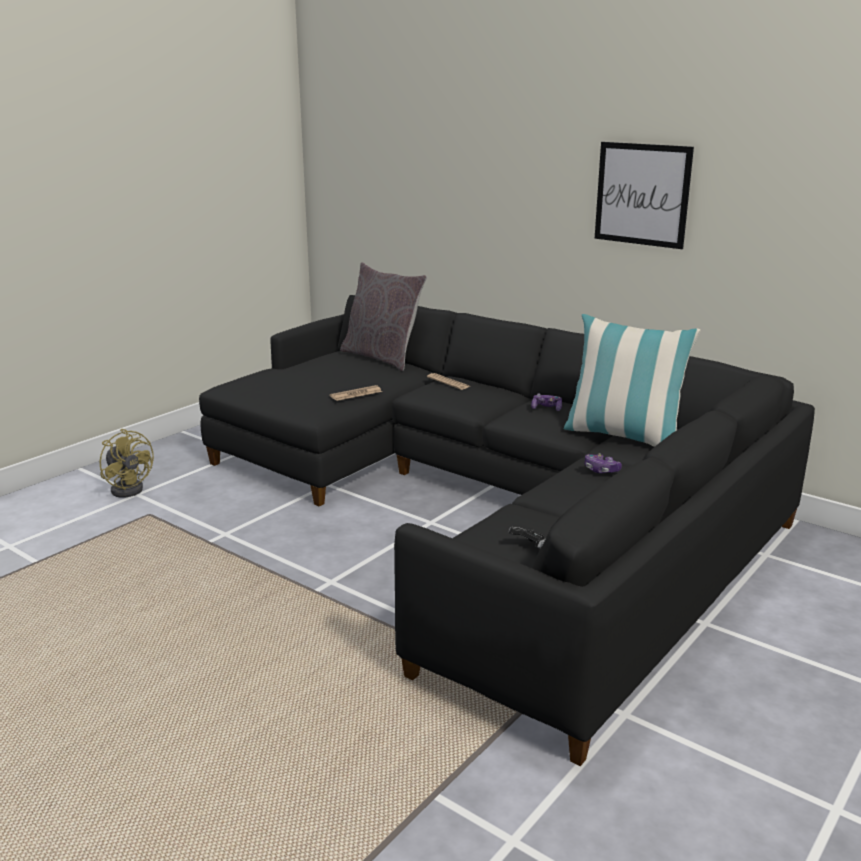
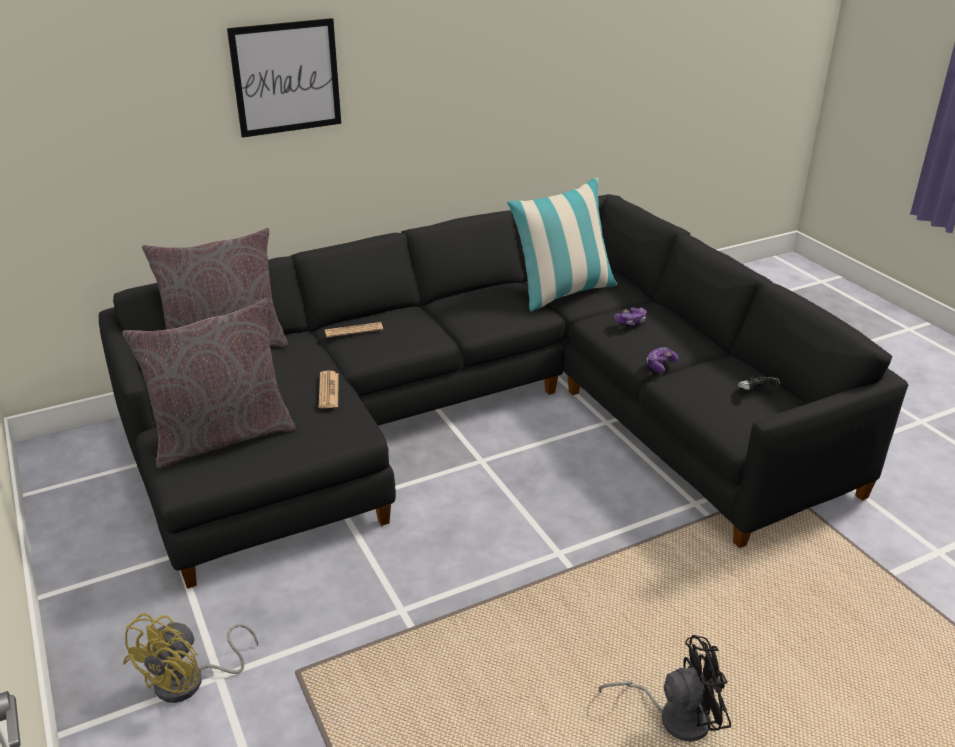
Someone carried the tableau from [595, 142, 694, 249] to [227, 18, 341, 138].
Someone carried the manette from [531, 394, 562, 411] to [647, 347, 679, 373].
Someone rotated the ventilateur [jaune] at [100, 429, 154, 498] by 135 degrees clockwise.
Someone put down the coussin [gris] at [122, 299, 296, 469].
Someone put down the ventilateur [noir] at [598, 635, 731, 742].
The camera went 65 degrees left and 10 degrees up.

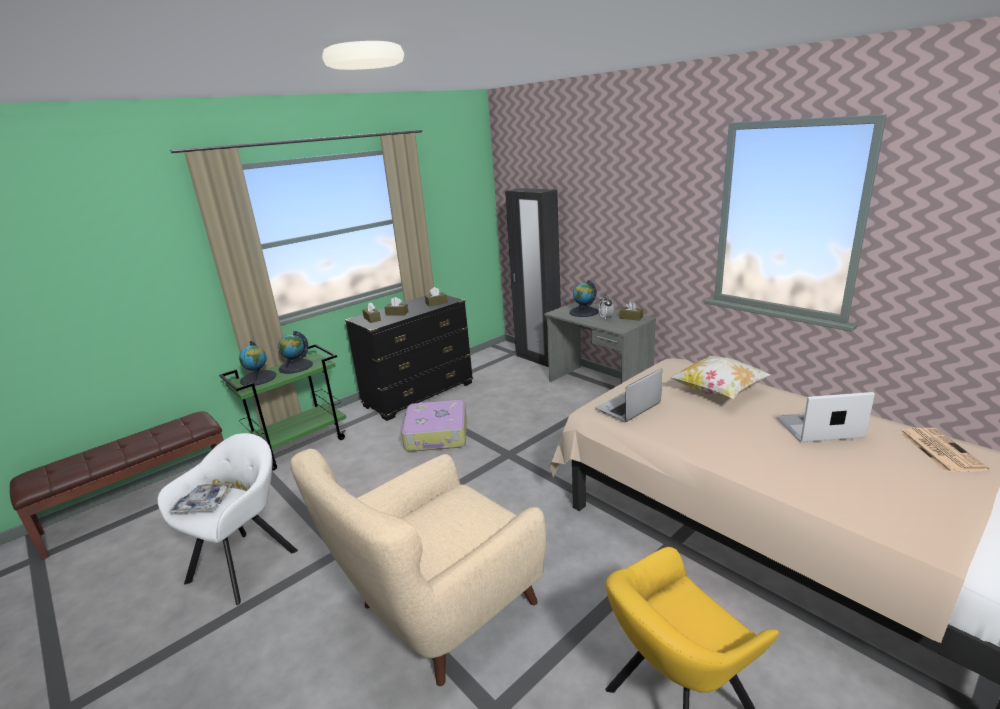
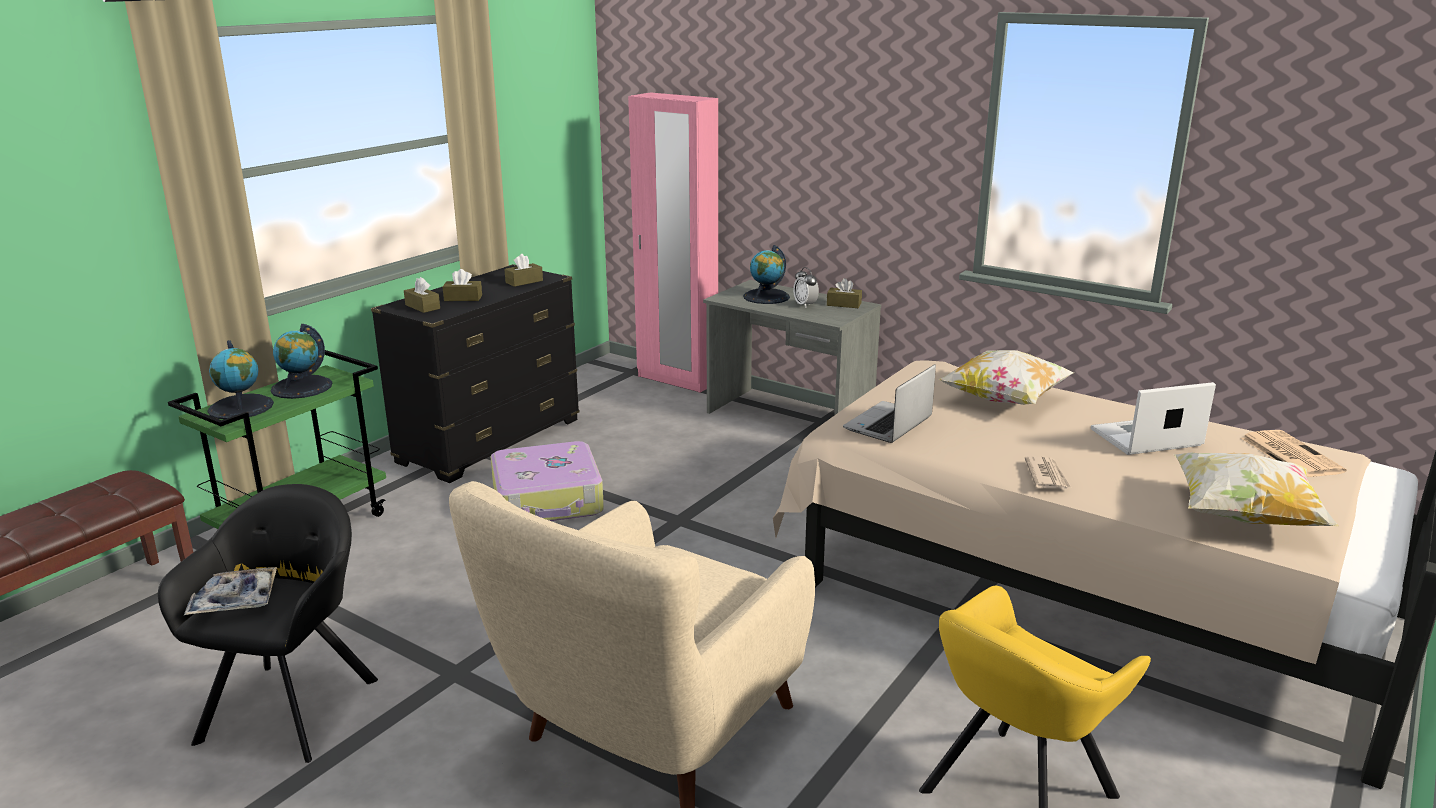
Someone repainted the armoire [noir] at [505, 188, 561, 367], which became the armoire [rose] at [628, 92, 718, 393].
Someone repainted the fauteuil [blanc] at [157, 433, 298, 605], which became the fauteuil [noir] at [158, 484, 378, 763].
Someone put down the coussin at [1174, 453, 1339, 526].
Someone put down the journal at [1025, 456, 1072, 489].
The camera went 15 degrees left and 0 degrees up.

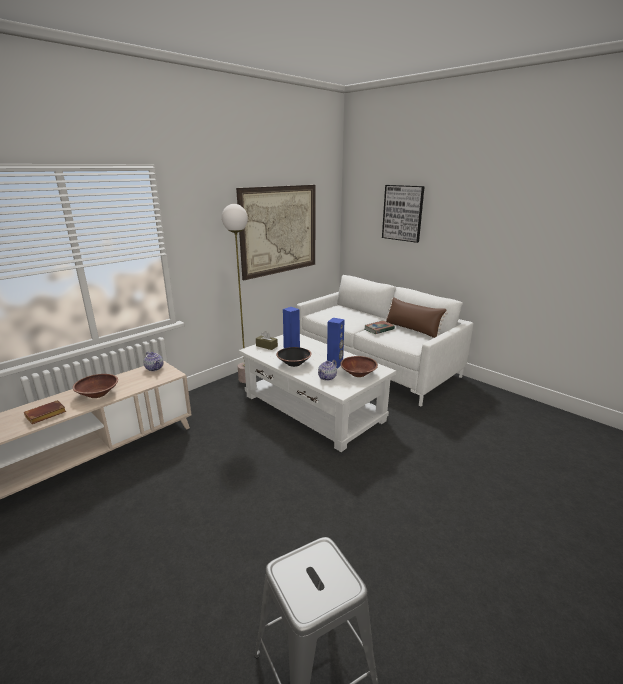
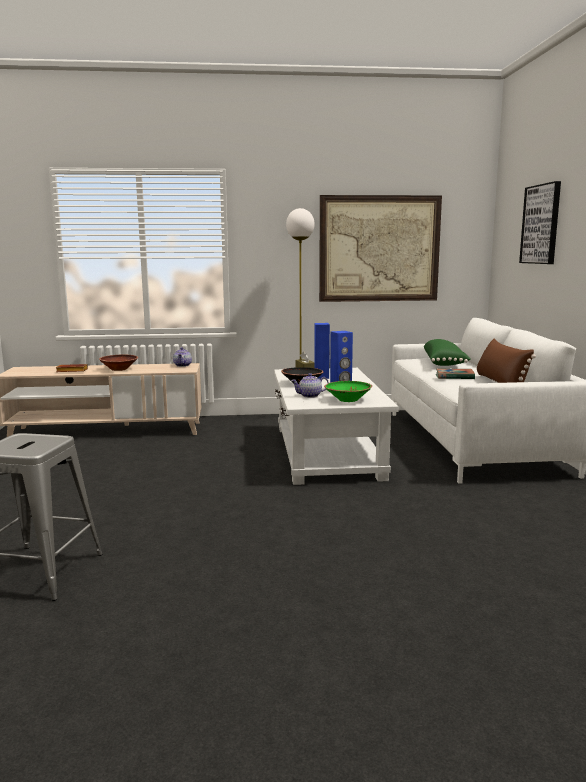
Someone repainted the bol [marron] at [340, 356, 378, 377], which became the bol [vert] at [324, 381, 372, 402].
Someone put down the coussin [vert] at [424, 339, 471, 366].
The camera went 40 degrees right and 10 degrees down.

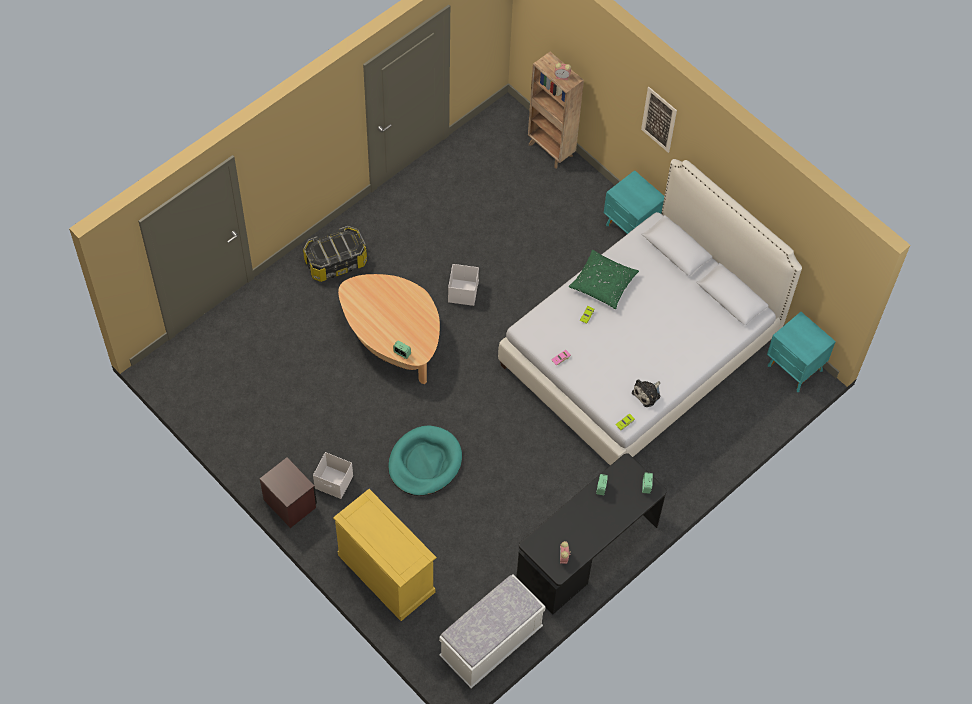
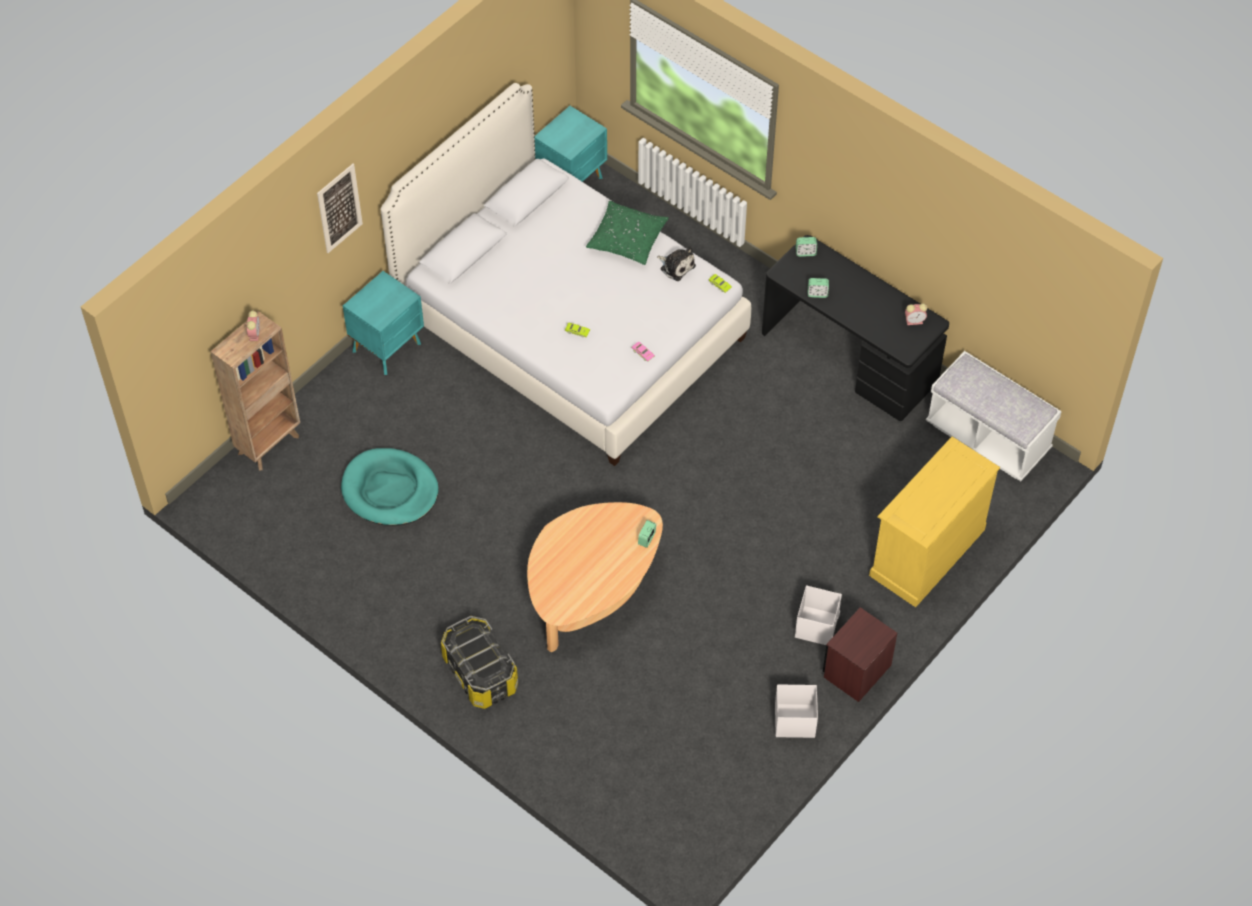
Someone carried the coussin [vert] from [569, 250, 639, 309] to [586, 201, 669, 265].
Someone carried the boîte de rangement [blanc] from [448, 264, 479, 306] to [775, 684, 818, 738].
Someone carried the panier pour chien [turquoise] from [388, 425, 462, 496] to [341, 448, 439, 526].
The camera went 95 degrees left and 5 degrees down.

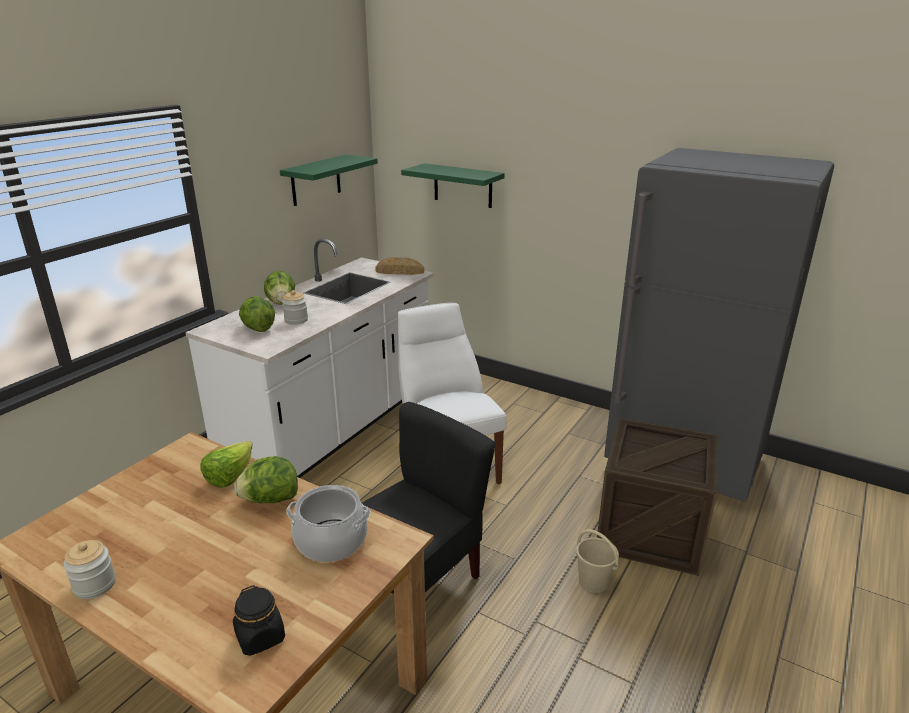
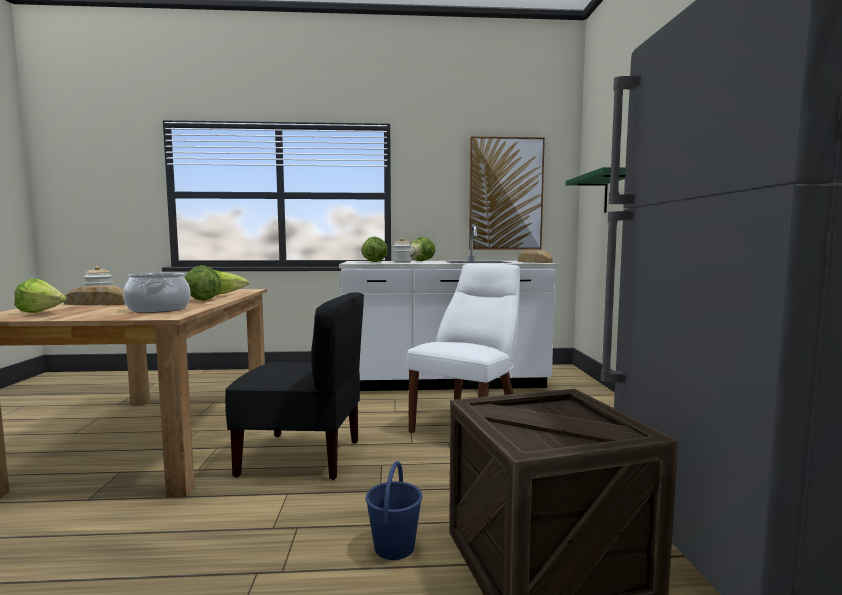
Someone swapped the étagère [vert] at [280, 155, 378, 206] for the tableau at [469, 136, 545, 249].
Someone repainted the seau [beige] at [576, 529, 619, 593], which became the seau [bleu] at [366, 461, 423, 560].
Someone swapped the bocal [noir] at [233, 585, 285, 656] for the laitue at [14, 278, 67, 313].
Someone put down the pain at [64, 286, 126, 305].
The camera went 55 degrees right and 20 degrees down.

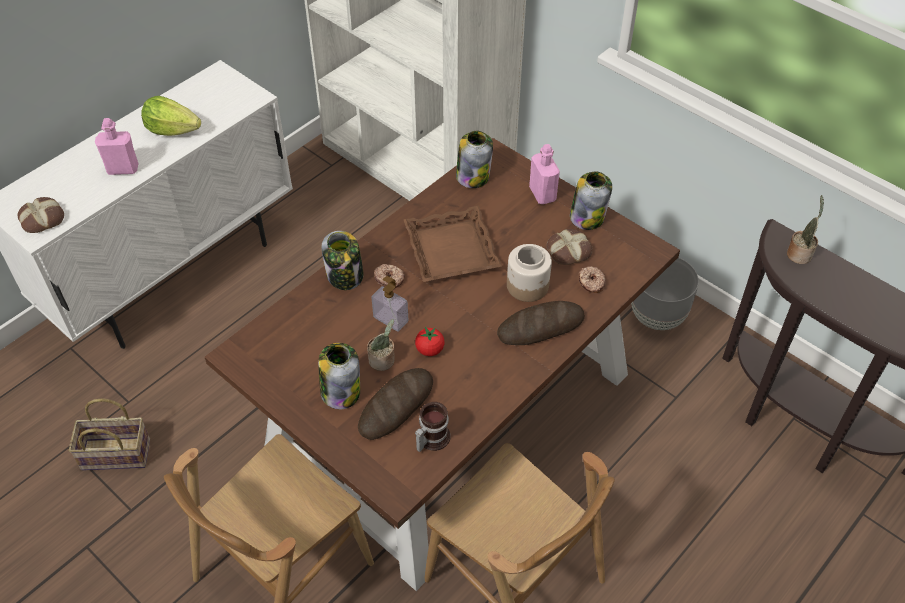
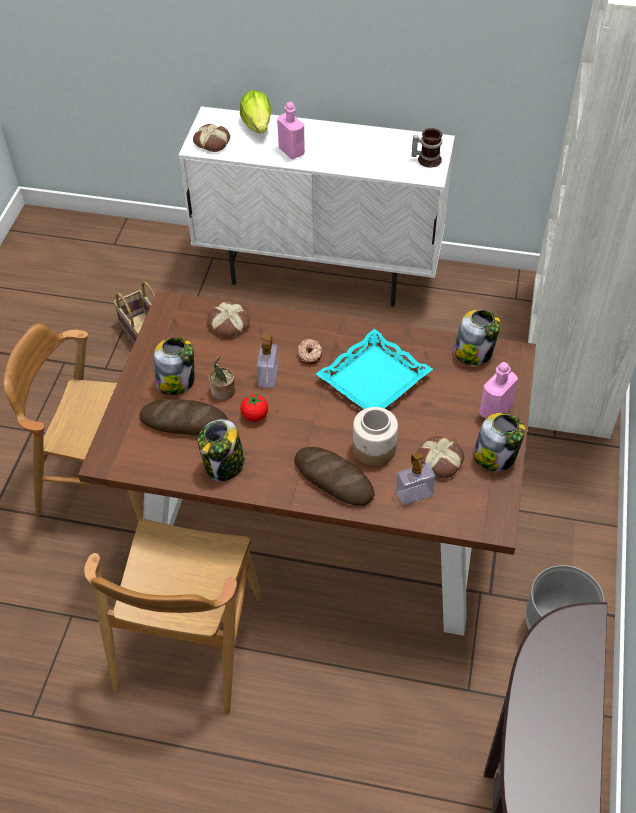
Someone carried the laitue from [141, 96, 201, 136] to [240, 90, 271, 134].
Someone took away the plante en pot at [787, 195, 824, 264].
Someone repainted the plateau [marron] at [403, 205, 502, 282], which became the plateau [turquoise] at [316, 329, 433, 409].
Someone carried the bocal from [321, 231, 364, 290] to [198, 419, 245, 481].
Someone swapped the beignet at [579, 266, 606, 293] for the distributeur de savon at [396, 452, 435, 505].
Someone carried the mug from [415, 402, 451, 452] to [412, 128, 442, 168].
Someone put down the pain at [207, 301, 250, 338].
The camera went 60 degrees right and 0 degrees up.

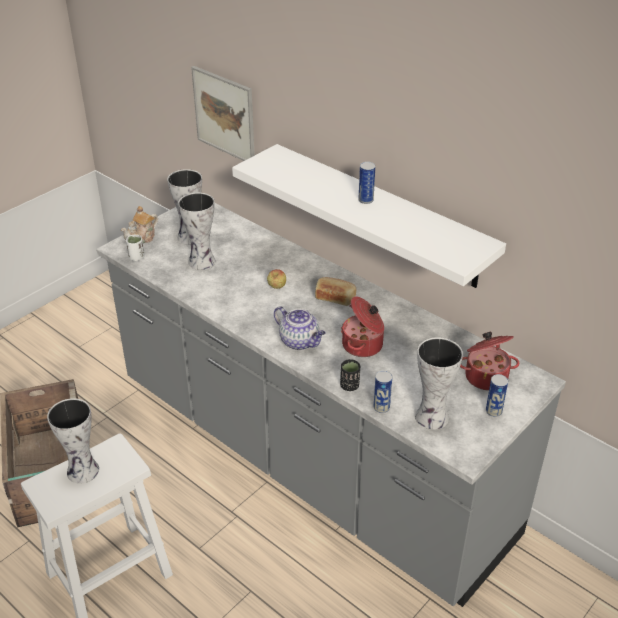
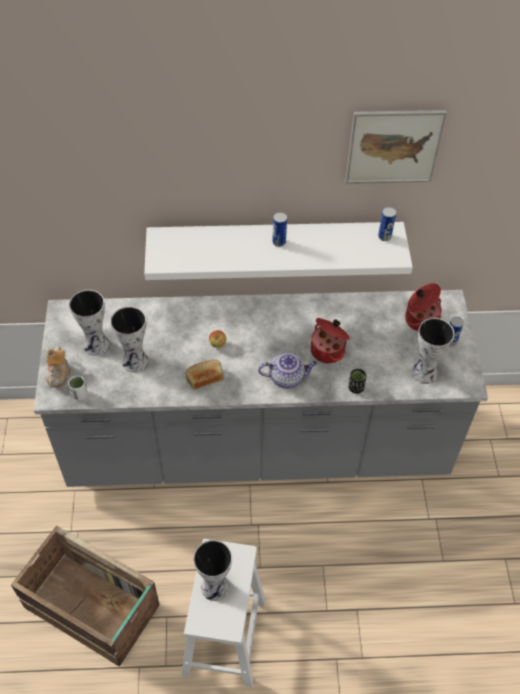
Someone carried the tableau from [191, 66, 255, 161] to [346, 110, 447, 184].
Someone carried the pain from [315, 277, 356, 306] to [186, 359, 224, 390].
Someone carried the boîte métallique from [373, 371, 392, 413] to [378, 207, 396, 241].
The camera went 45 degrees left and 15 degrees up.

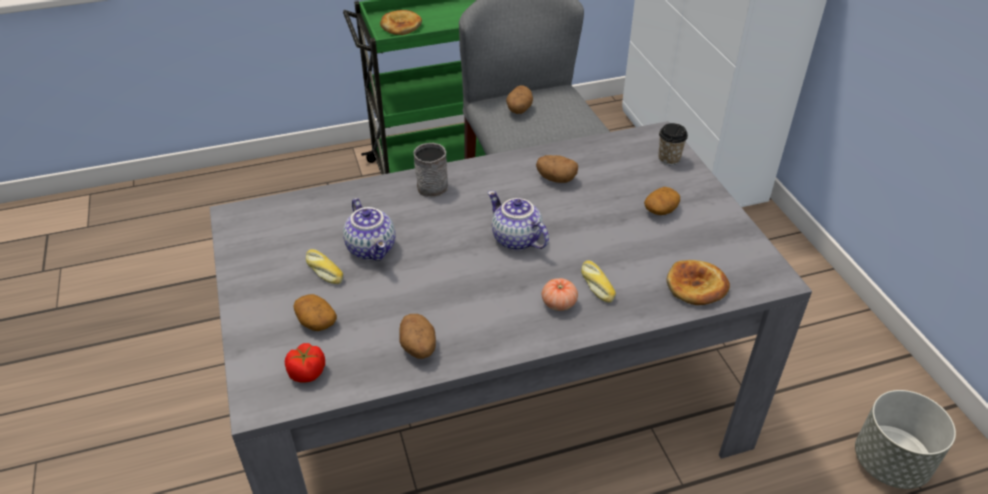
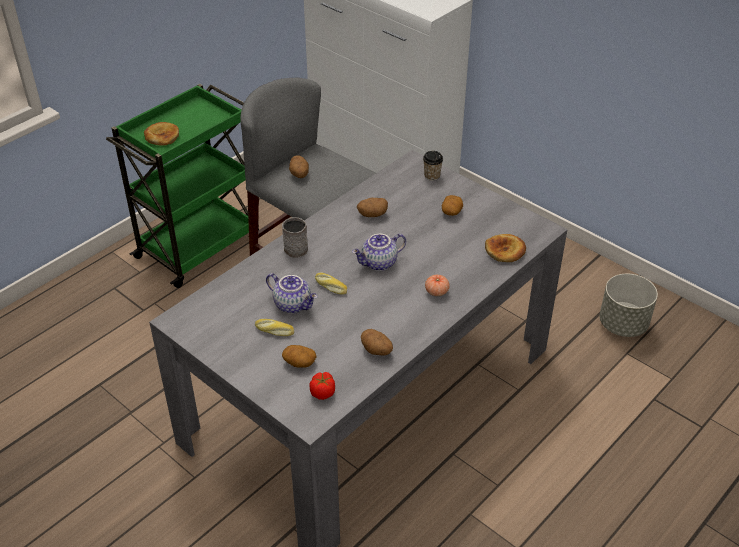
Someone rotated the théière at [488, 191, 549, 250] by 45 degrees counterclockwise.
Someone carried the pain from [581, 260, 616, 303] to [315, 273, 347, 295].
The camera went 30 degrees left and 0 degrees up.

